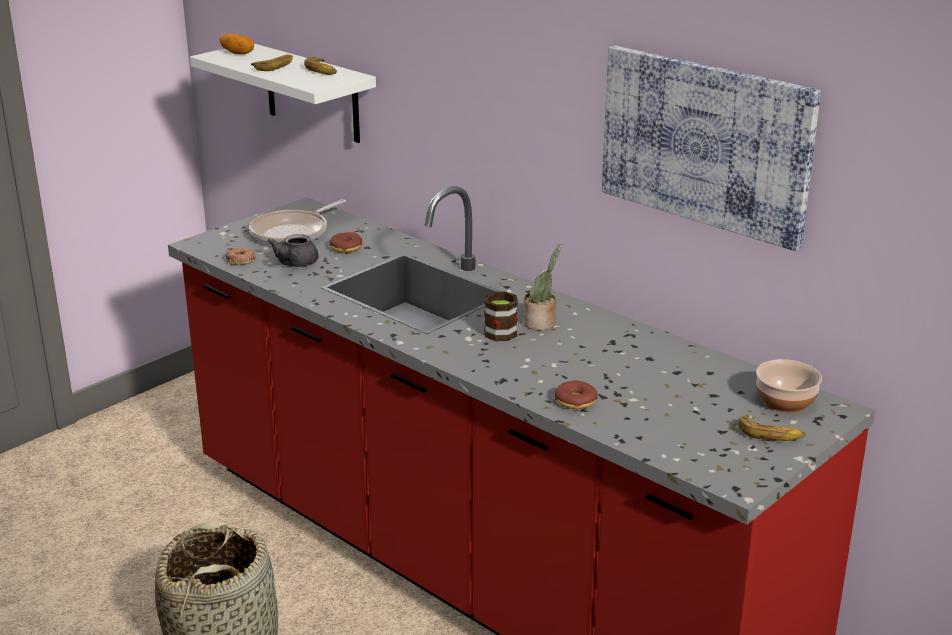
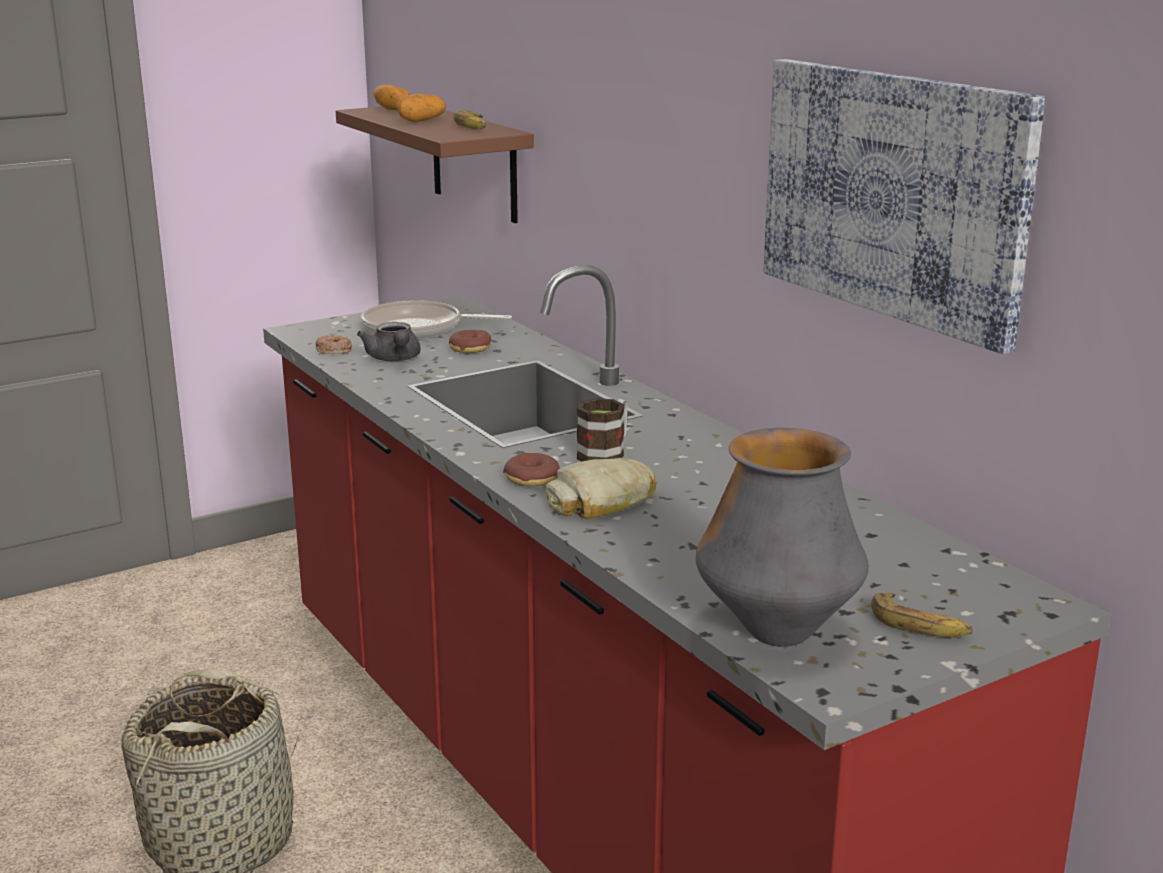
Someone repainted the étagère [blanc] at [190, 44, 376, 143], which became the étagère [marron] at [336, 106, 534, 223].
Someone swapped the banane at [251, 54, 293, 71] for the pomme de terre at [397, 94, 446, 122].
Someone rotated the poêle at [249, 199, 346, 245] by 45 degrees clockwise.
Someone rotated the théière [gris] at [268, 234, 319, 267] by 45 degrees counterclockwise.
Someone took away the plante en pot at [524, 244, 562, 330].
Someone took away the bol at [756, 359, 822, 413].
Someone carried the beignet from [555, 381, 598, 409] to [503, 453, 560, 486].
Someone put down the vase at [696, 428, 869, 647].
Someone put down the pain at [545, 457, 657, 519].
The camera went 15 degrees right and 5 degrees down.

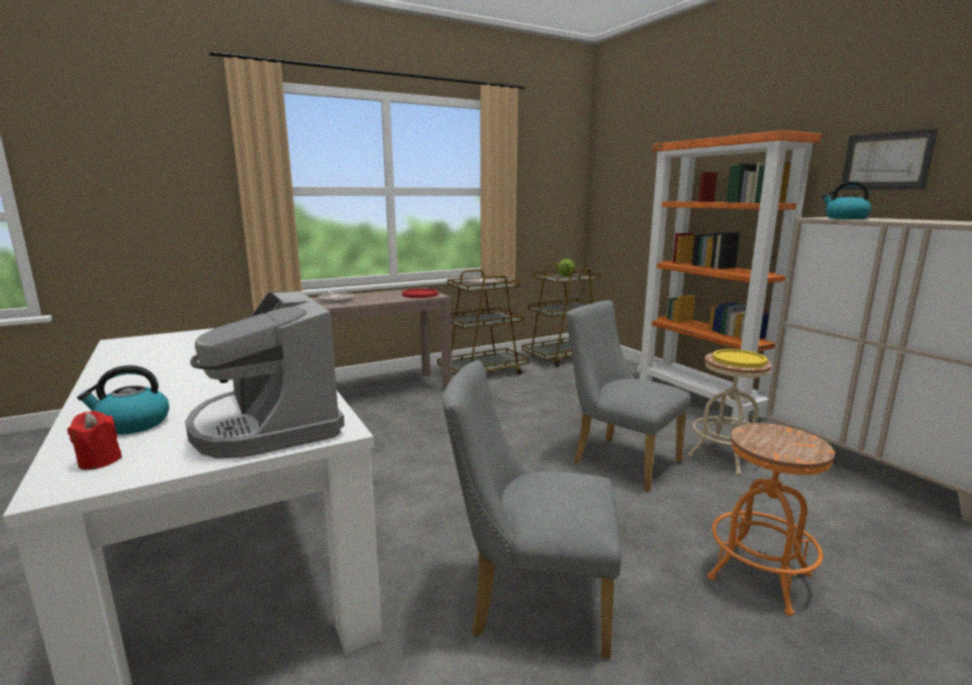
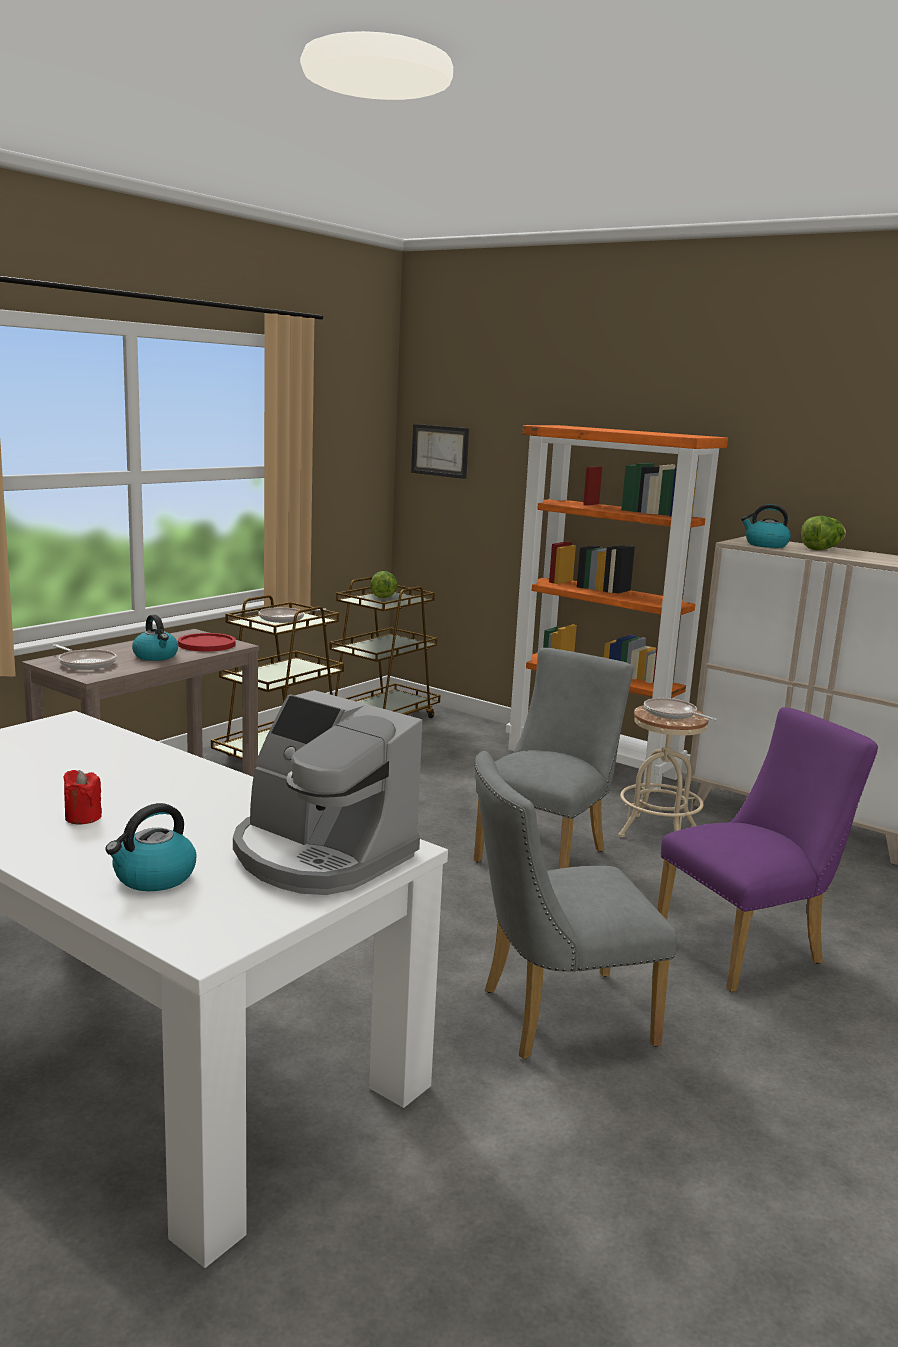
Someone carried the tableau from [841, 128, 938, 190] to [411, 424, 469, 479].
Someone rotated the chaise [gris] at [566, 300, 691, 492] by 105 degrees clockwise.
Someone swapped the assiette [jaune] at [713, 349, 767, 368] for the poêle at [644, 698, 717, 721].
Someone carried the bougie [rouge] from [67, 411, 122, 470] to [63, 770, 102, 825].
Someone swapped the tabouret [orange] at [707, 423, 835, 616] for the chaise [violet] at [657, 707, 878, 992].
Someone put down the laitue at [801, 516, 846, 550].
Someone put down the bouilloire at [132, 615, 178, 661].
The camera went 25 degrees left and 0 degrees up.

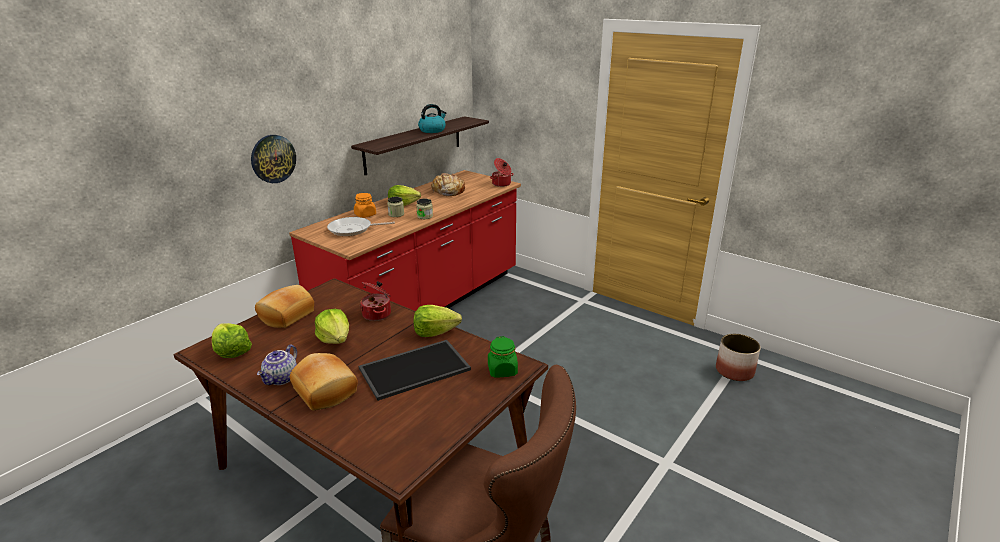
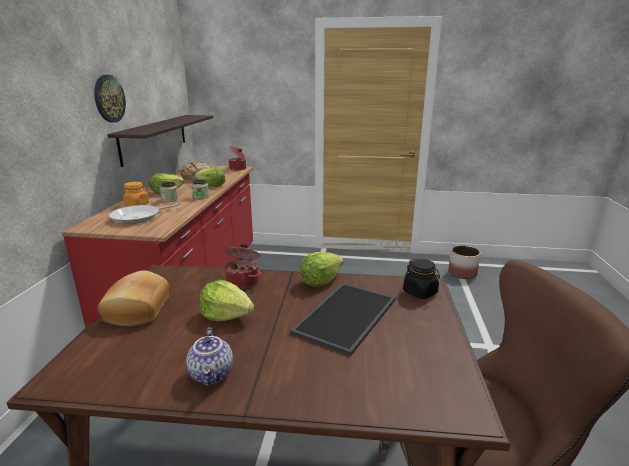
Someone took away the bouilloire at [418, 104, 446, 133].
Someone carried the horloge murale from [251, 135, 296, 183] to [94, 75, 126, 123].
Someone carried the laitue from [212, 323, 252, 358] to [195, 168, 225, 187].
Someone repainted the bocal [vert] at [488, 336, 518, 378], which became the bocal [noir] at [403, 259, 440, 299].
Someone took away the pain at [290, 353, 358, 410].
The camera went 30 degrees left and 5 degrees down.

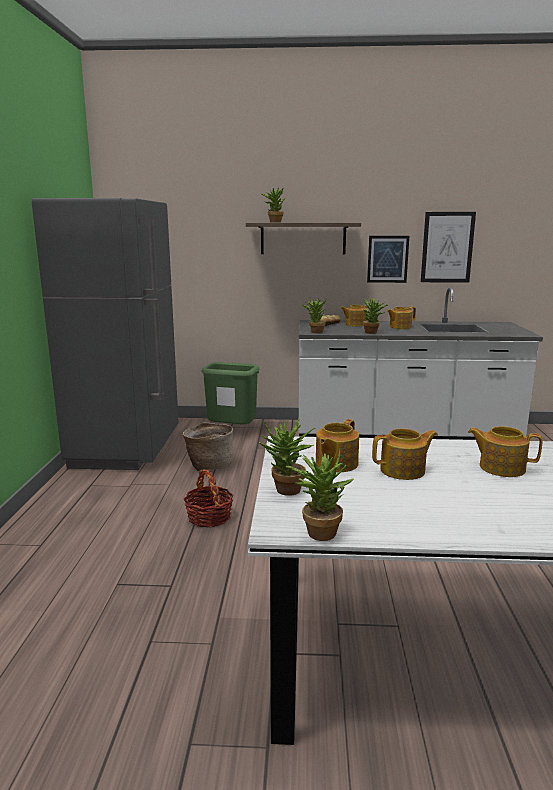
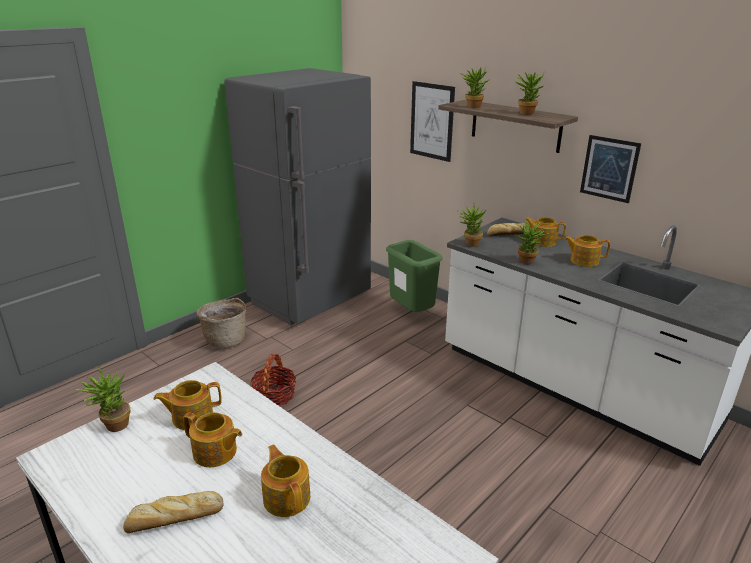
Someone carried the tableau from [421, 212, 476, 283] to [410, 81, 455, 162].
Someone carried the panier from [183, 422, 233, 471] to [197, 298, 247, 348].
Someone carried the plante en pot from [286, 449, 353, 541] to [516, 71, 545, 115].
Someone put down the pain at [123, 491, 224, 533].
The camera went 40 degrees right and 10 degrees up.

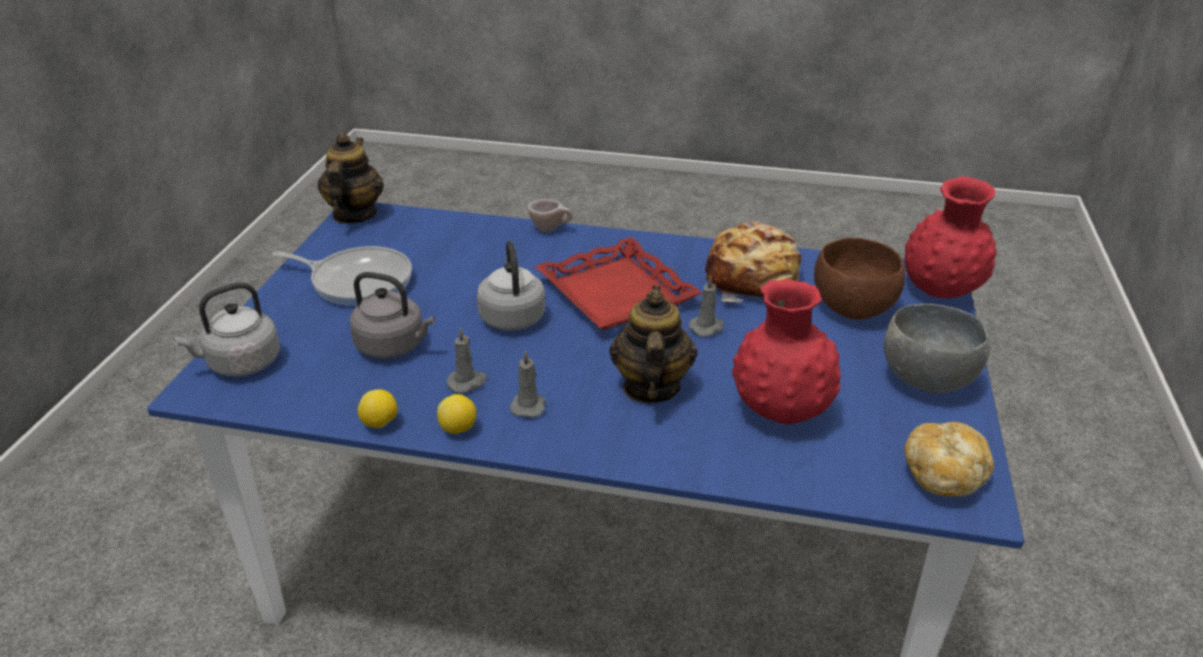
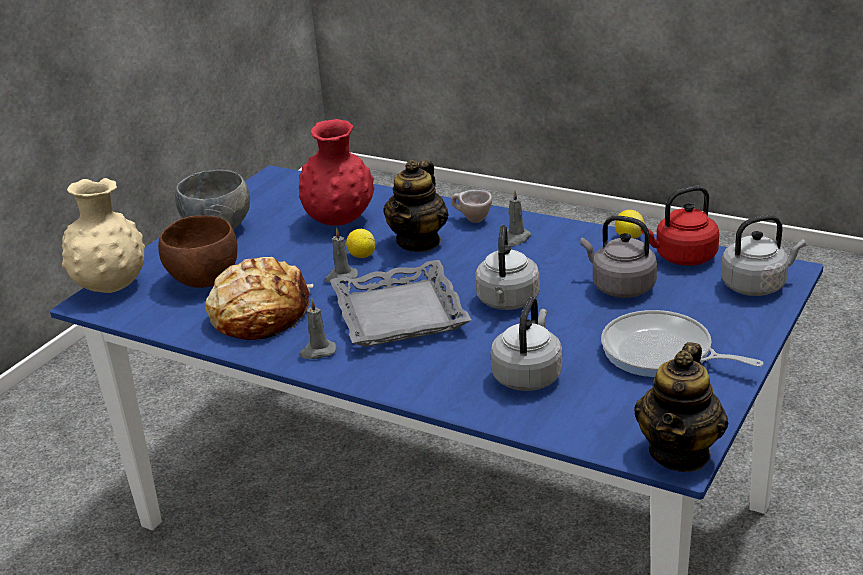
Someone repainted the vase [rouge] at [905, 176, 997, 298], which became the vase [beige] at [62, 178, 145, 293].
Someone carried the tasse [beige] from [528, 199, 573, 232] to [451, 190, 492, 223].
Someone repainted the plateau [rouge] at [535, 237, 702, 330], which became the plateau [gris] at [330, 260, 471, 347].
Someone carried the bougie [gris] from [446, 328, 487, 393] to [299, 299, 337, 359].
Someone carried the citron from [437, 394, 476, 434] to [346, 229, 375, 258].
Someone took away the pain at [904, 422, 994, 497].
Someone put down the bouilloire [rouge] at [641, 186, 719, 266].
Someone put down the bouilloire [gris] at [491, 297, 562, 391].
The camera went 160 degrees left and 5 degrees down.

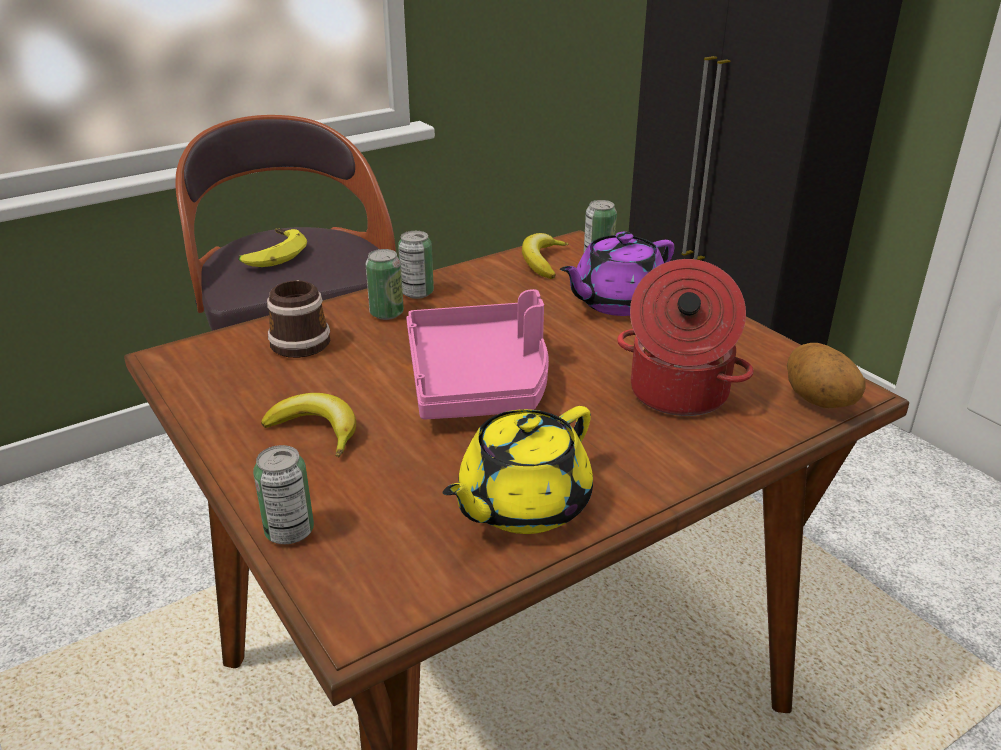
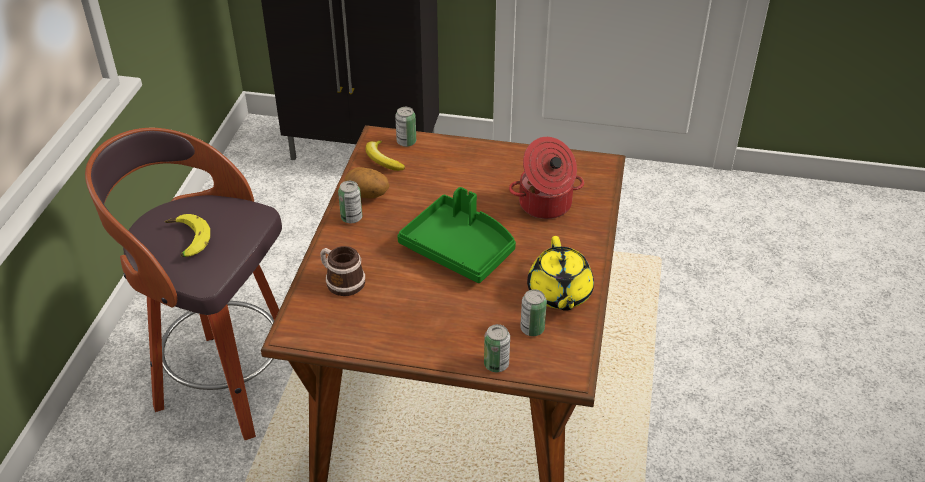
Someone took away the théière [violet] at [560, 232, 675, 316].
Someone carried the boîte métallique from [366, 249, 404, 320] to [520, 289, 547, 336].
Someone repainted the plateau [rose] at [406, 289, 549, 420], which became the plateau [vert] at [397, 187, 516, 283].
Someone carried the pomme de terre from [787, 343, 865, 408] to [345, 167, 390, 199].
Someone took away the banane at [261, 393, 356, 457].
The camera went 45 degrees left and 10 degrees up.

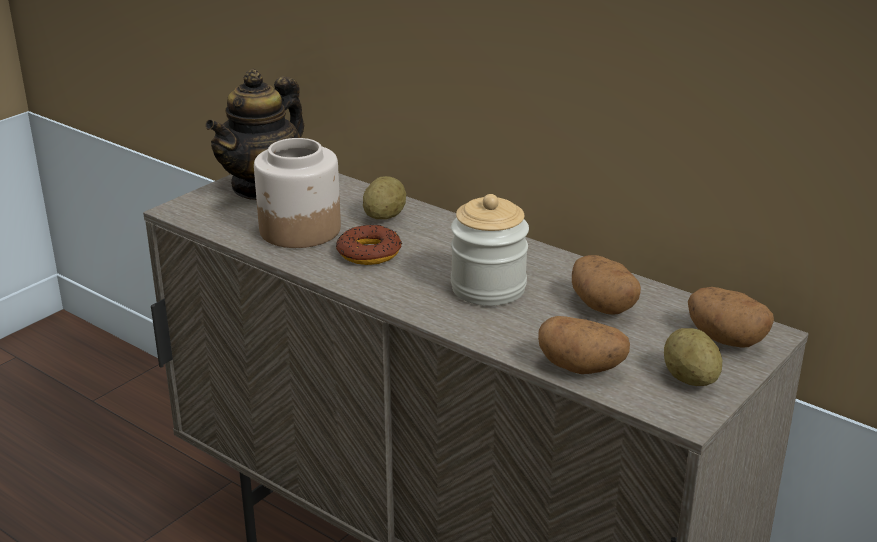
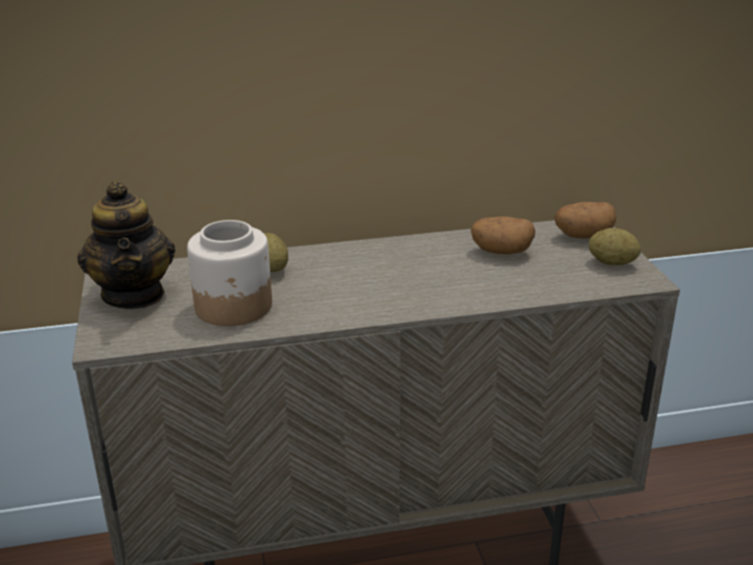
Someone took away the bocal at [451, 194, 529, 306].
Someone took away the beignet at [336, 225, 402, 265].
Someone took away the pomme de terre at [538, 316, 630, 374].
The camera went 50 degrees left and 0 degrees up.

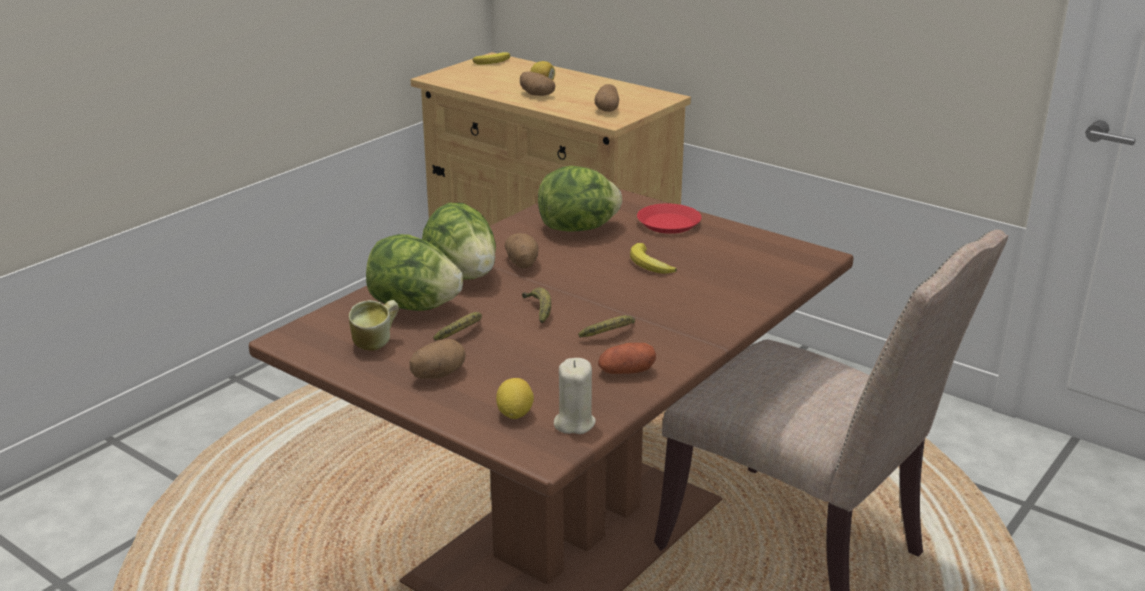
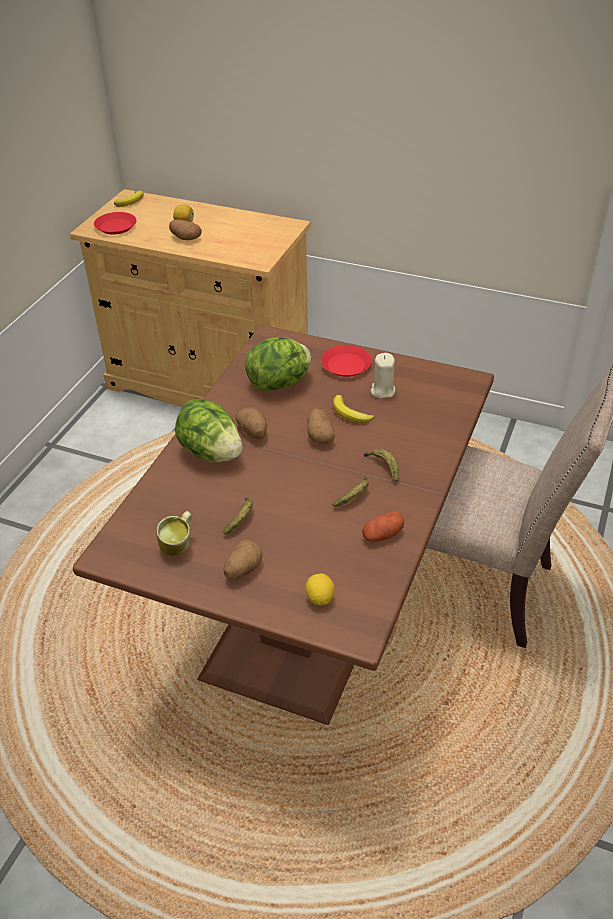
Someone carried the pomme de terre from [595, 84, 619, 112] to [307, 408, 335, 444].
Someone took away the laitue at [366, 234, 463, 311].
Someone carried the banane from [522, 287, 551, 323] to [364, 449, 399, 482].
Someone carried the bougie [beige] from [554, 358, 596, 434] to [371, 353, 395, 399].
Someone put down the assiette [rouge] at [94, 212, 136, 235].
The camera went 15 degrees left and 15 degrees up.

